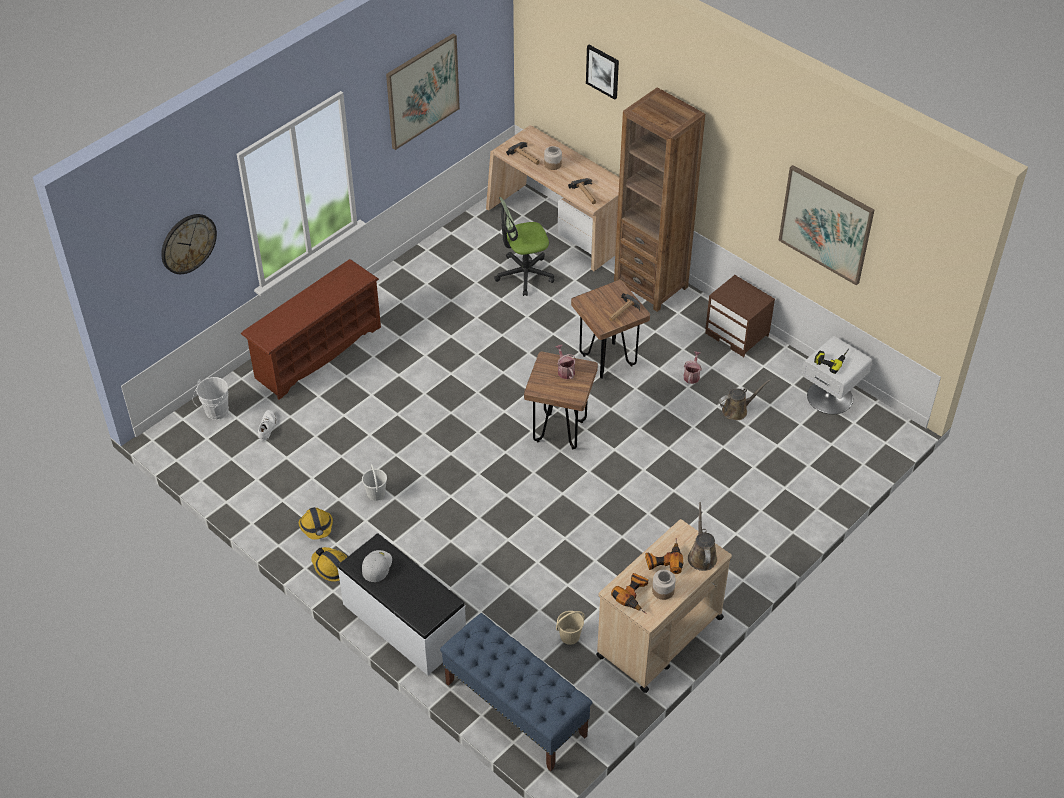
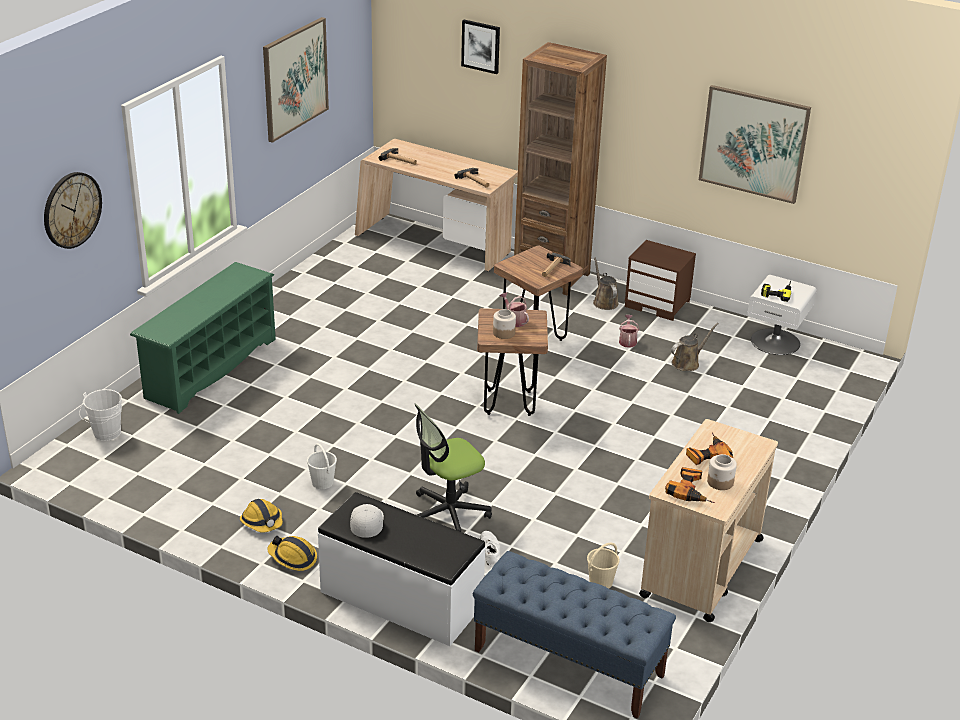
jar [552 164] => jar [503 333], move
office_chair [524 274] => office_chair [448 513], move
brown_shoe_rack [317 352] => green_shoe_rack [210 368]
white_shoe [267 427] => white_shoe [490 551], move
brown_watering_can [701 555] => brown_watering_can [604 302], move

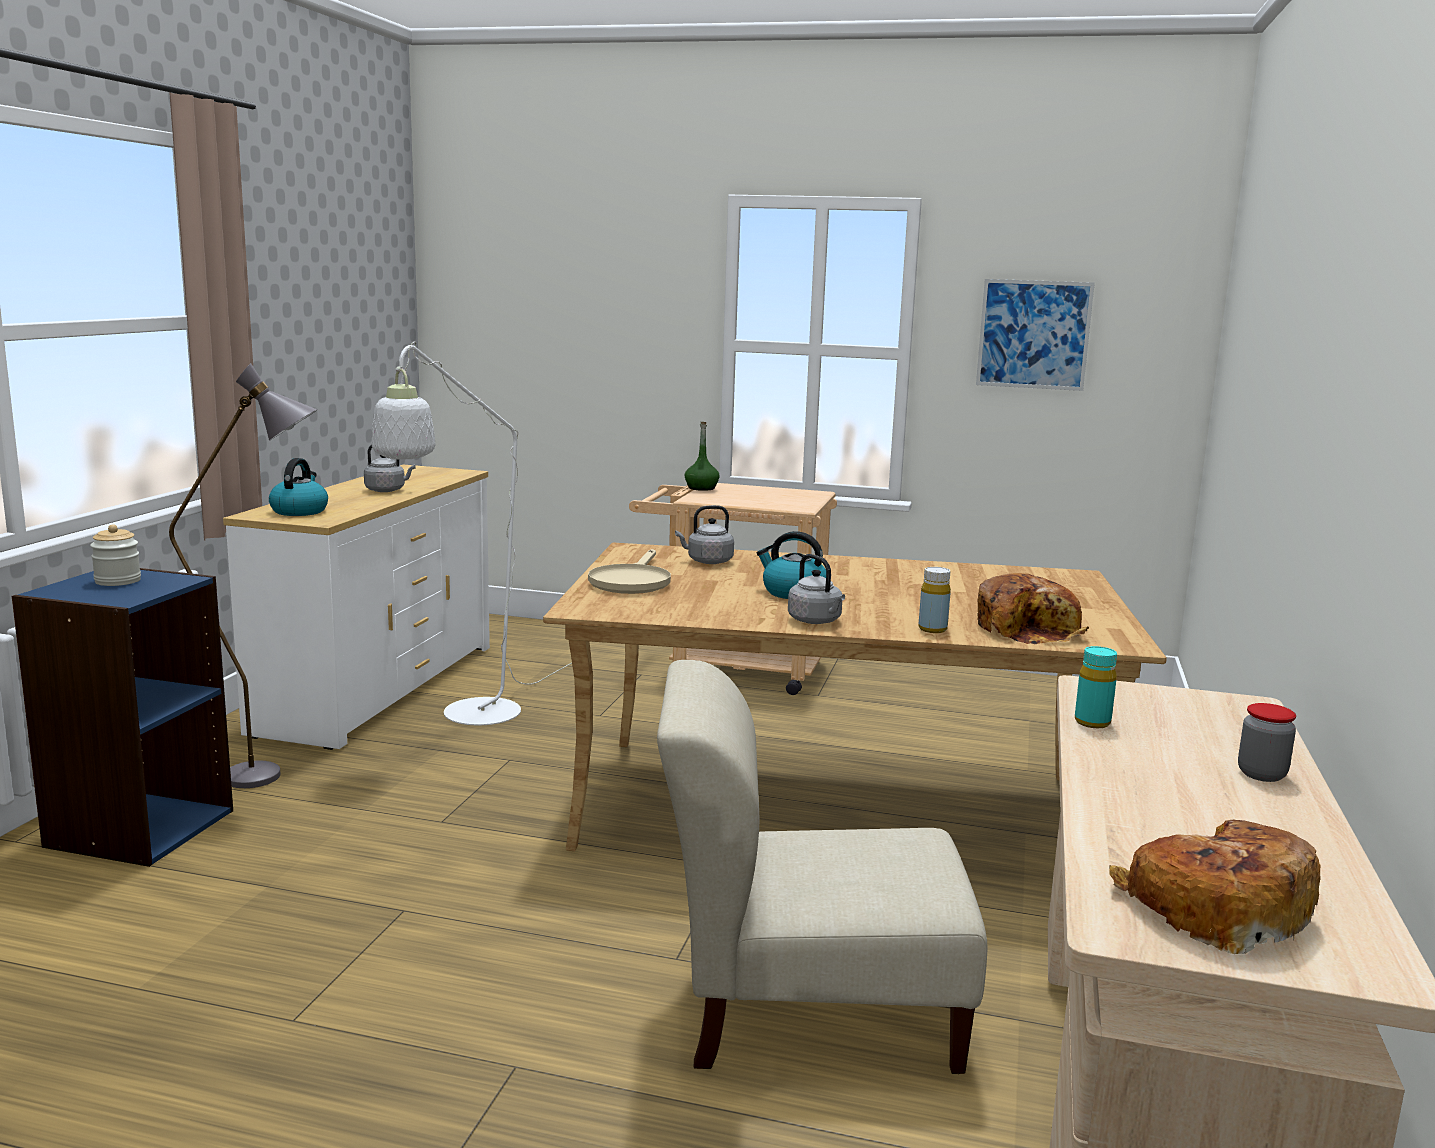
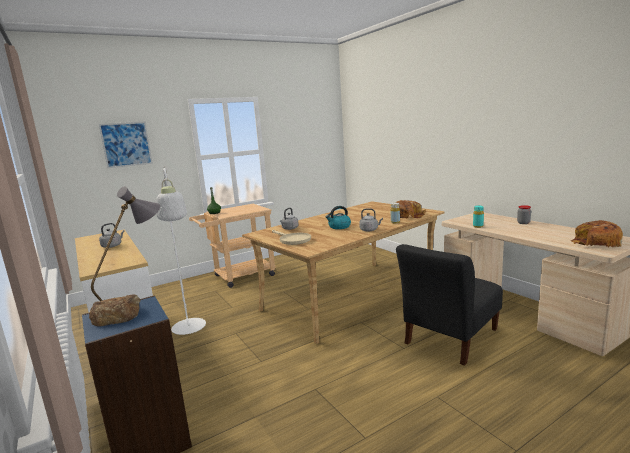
picture [1034 334] => picture [126 144], move
kettle [299 511] => nothing
jar [118 581] => bread [116 315]
beige_chair [806 1010] => black_chair [449 338]

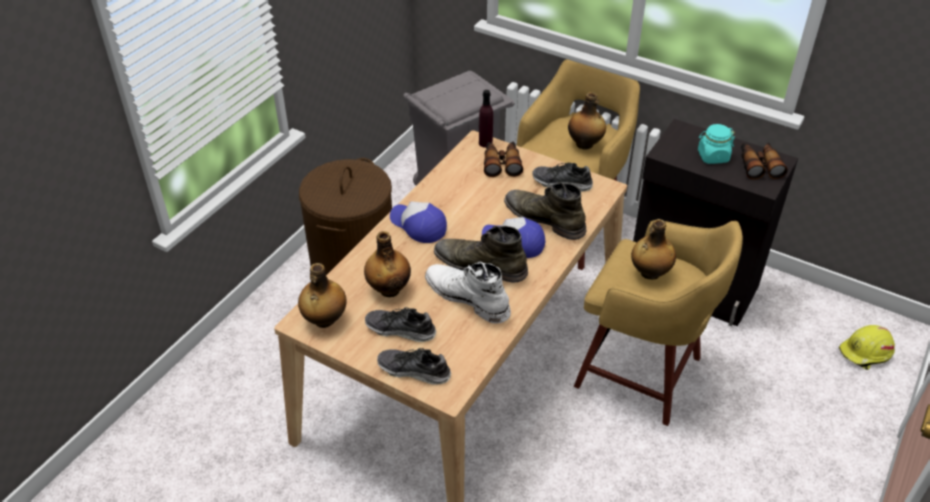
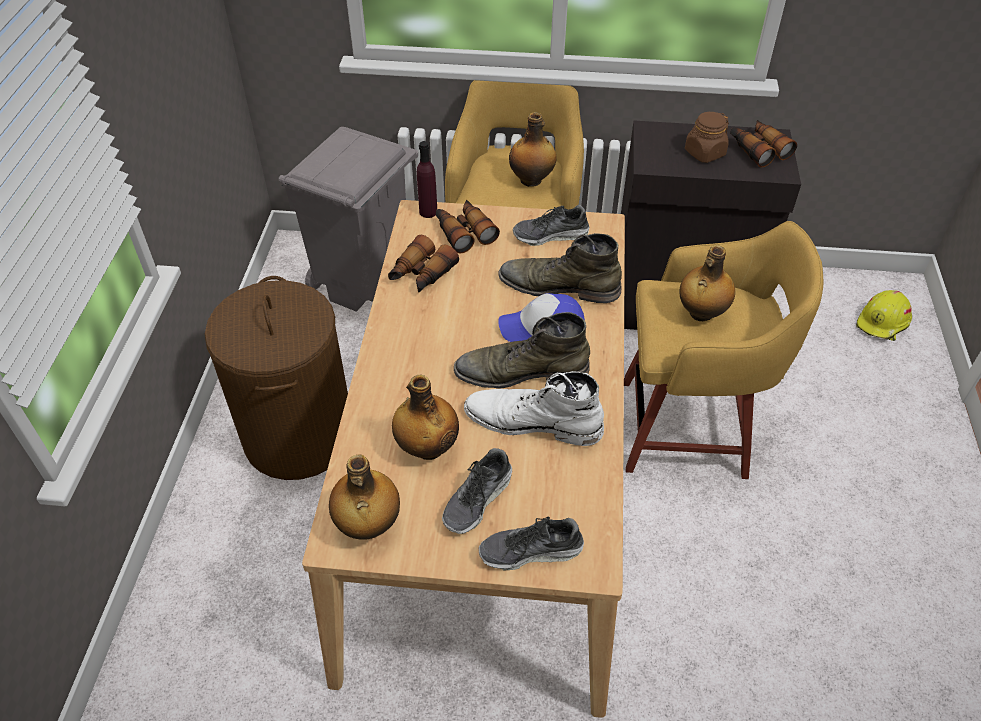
turquoise_jar [712 156] => brown_jar [704 153]
cap [418 225] => nothing
shoe [400 330] => shoe [478 500], 45 degrees counterclockwise
nothing => binoculars [421 274]

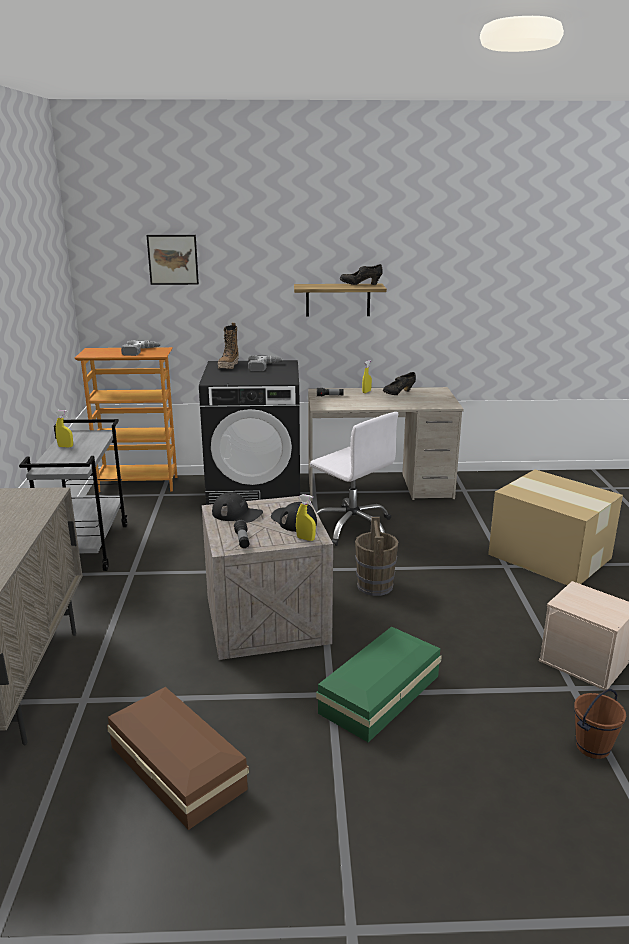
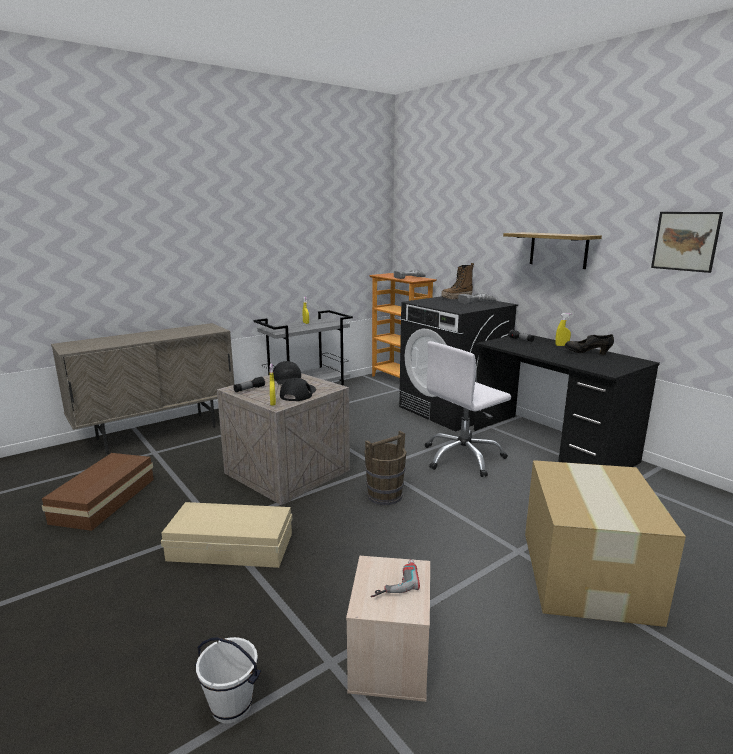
picture [173 259] => picture [685 241], move
black_shoe [360 285] => nothing
beige_desk [379 487] => black_desk [551 446]
white_office_chair [352 527] => white_office_chair [463 457], 45 degrees clockwise
green_storage_box [377 694] => beige_storage_box [229 546]
brown_bucket [592 747] => white_bucket [232 705]
nothing => power_drill [393 581]

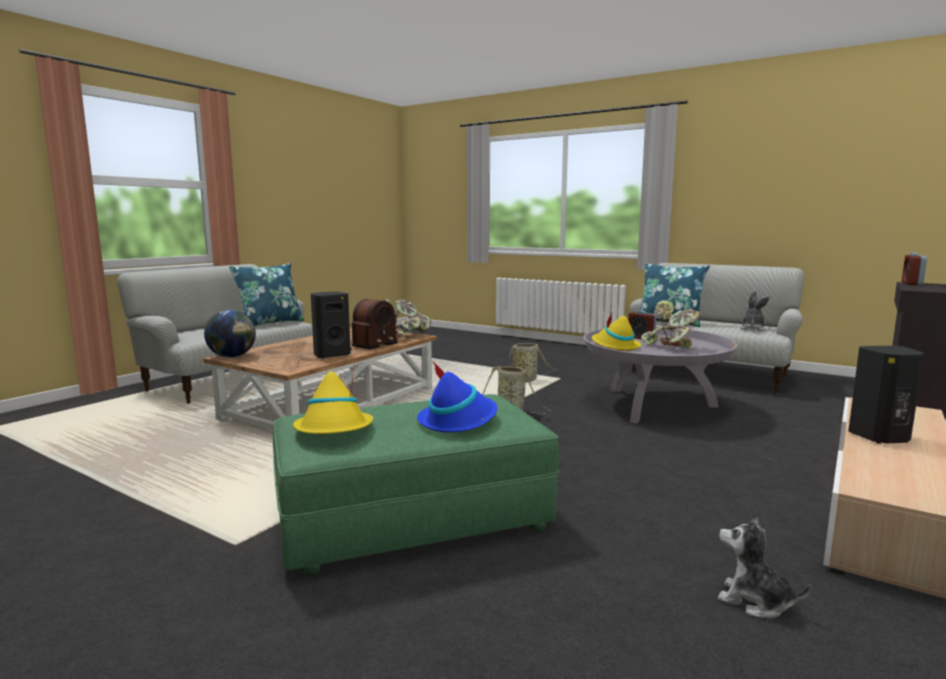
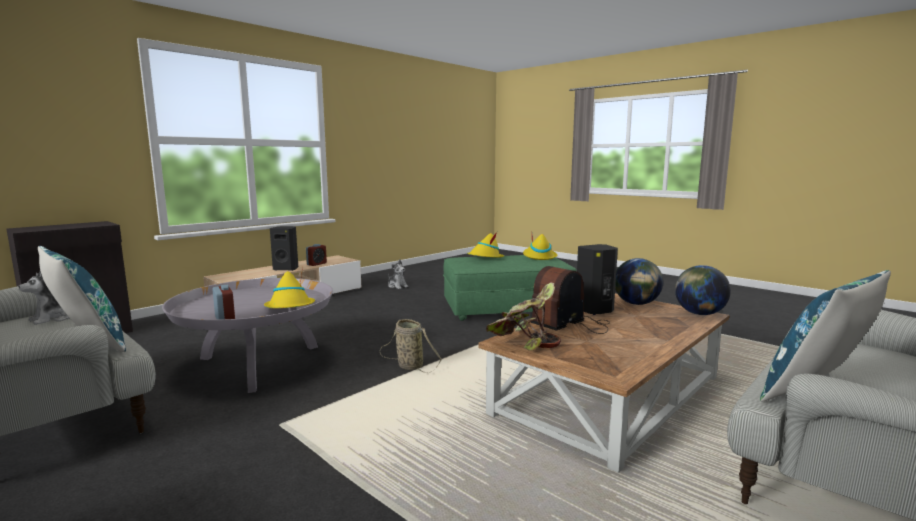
alarm_clock [912 283] => alarm_clock [316 264], move
potted_plant [670 346] => nothing
basket [526 380] => nothing
blue_hat [458 420] => yellow_hat [485 258]
nothing => globe [636 304]

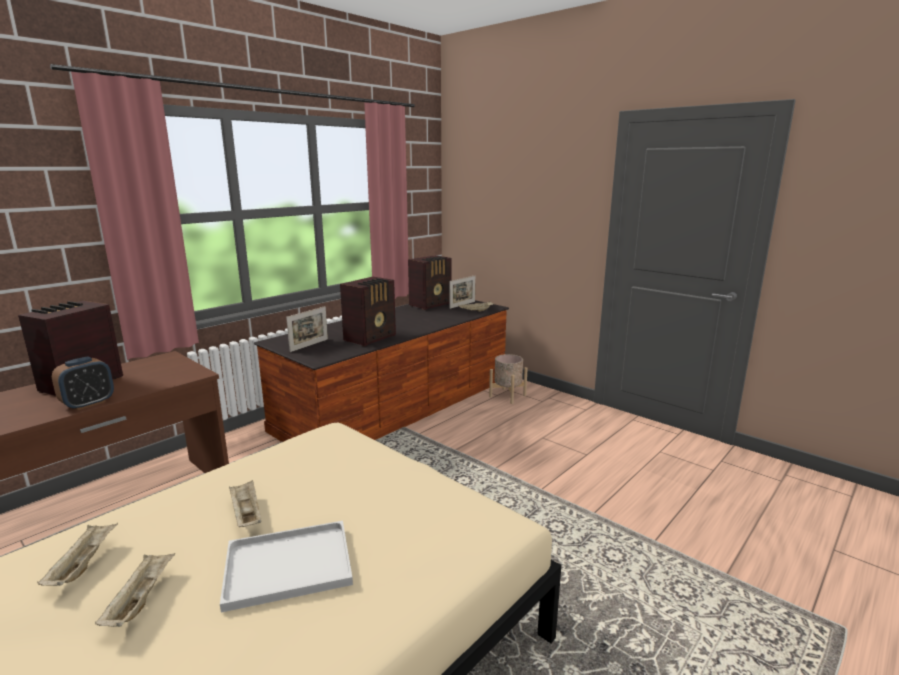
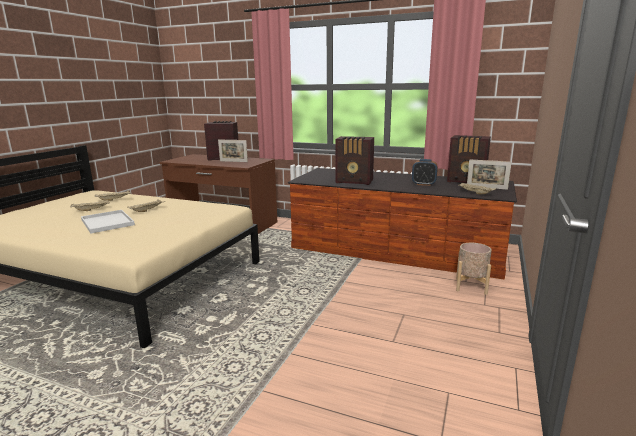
picture_frame [309 345] => picture_frame [233 161], move
alarm_clock [88 404] => alarm_clock [423 184], move

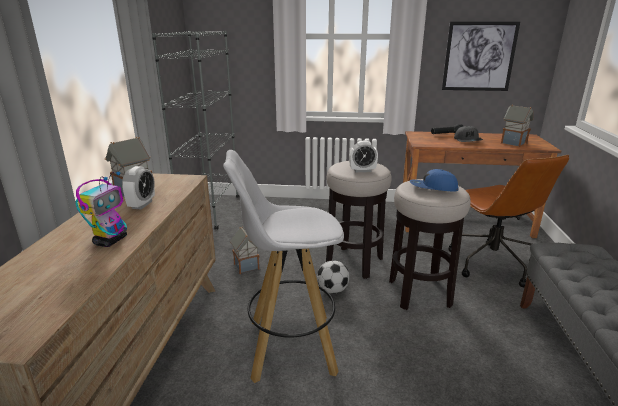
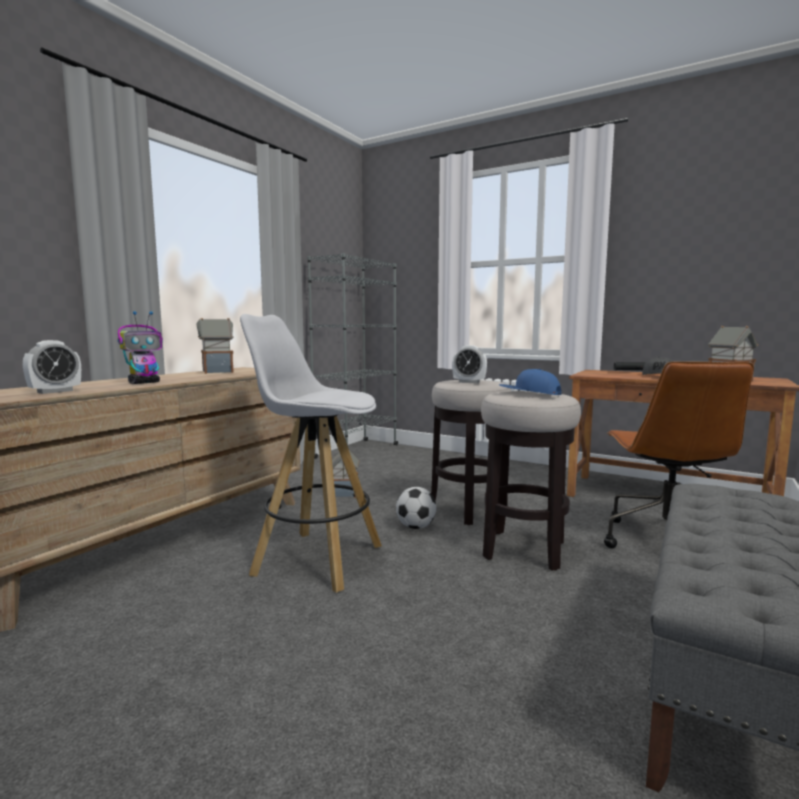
picture [479 56] => nothing
alarm_clock [142 205] => alarm_clock [55 391], move

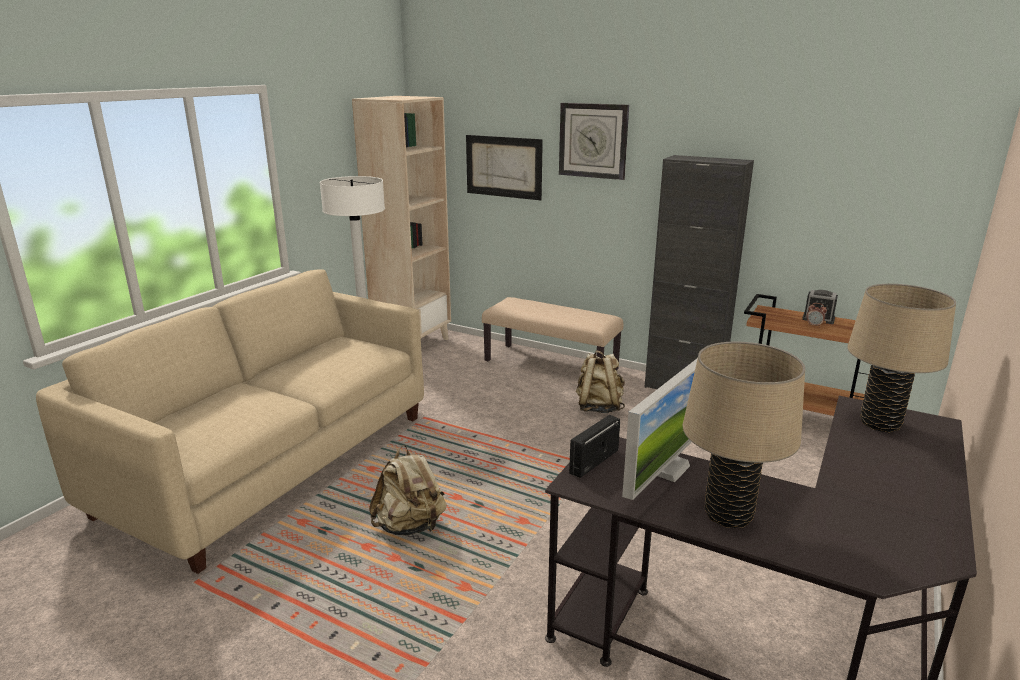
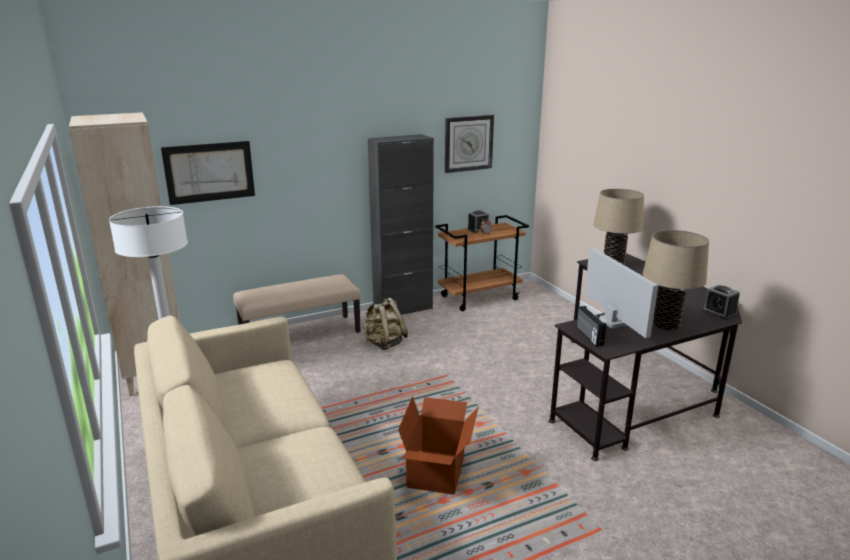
wall_clock [593 140] => wall_clock [468 143], move
beige_backpack [410 526] => cardboard_box [437 472]
nothing => alarm_clock [719 312]

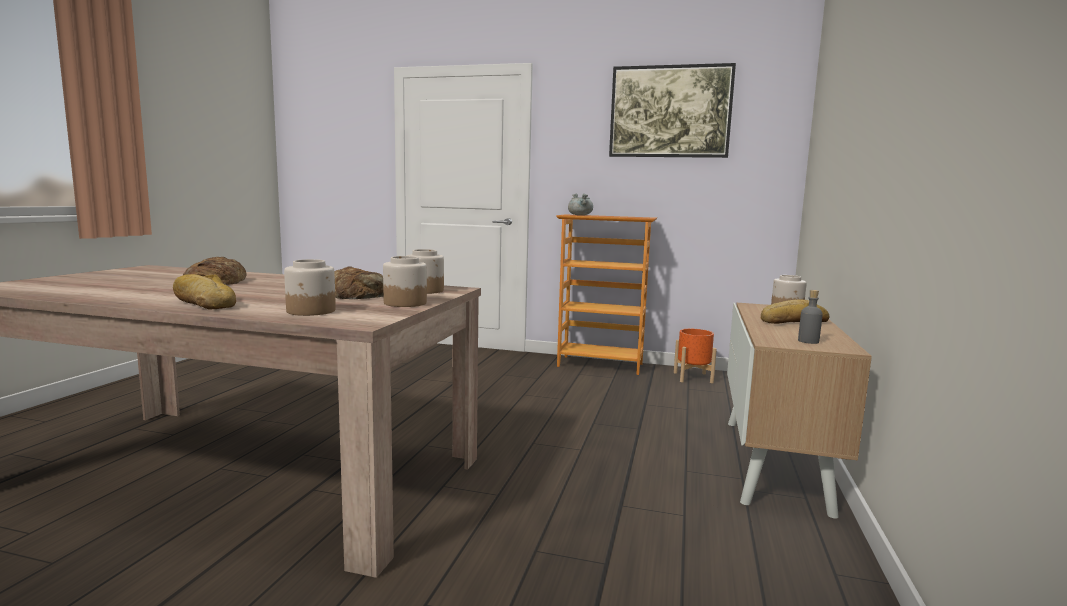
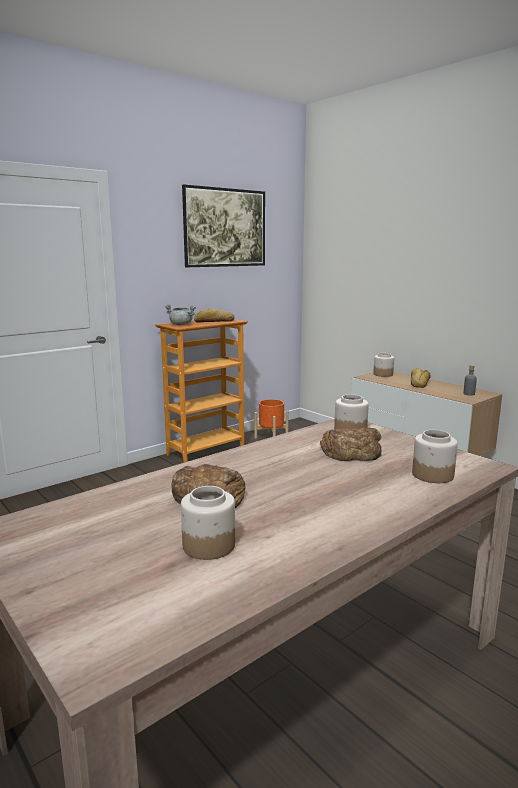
jar [405 303] => jar [208 545], move
bread [204 303] => bread [214 321], move

